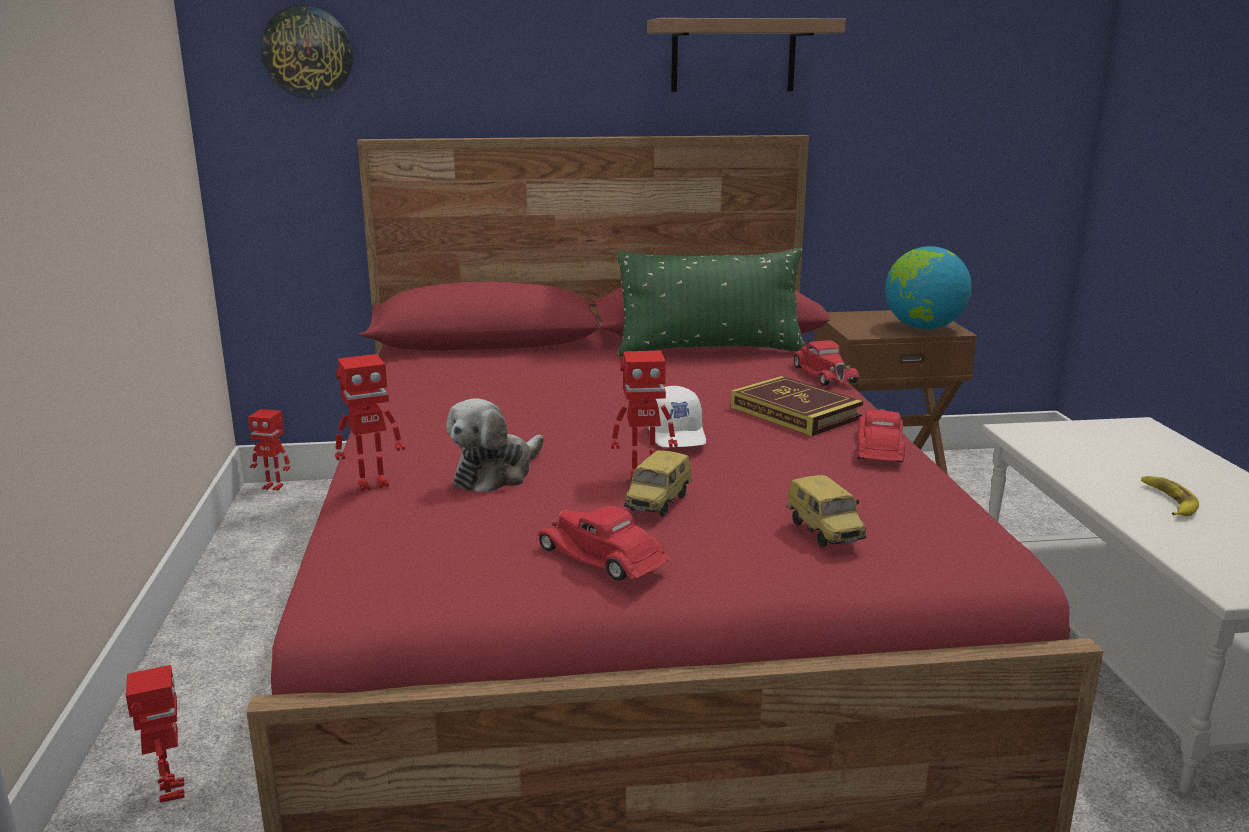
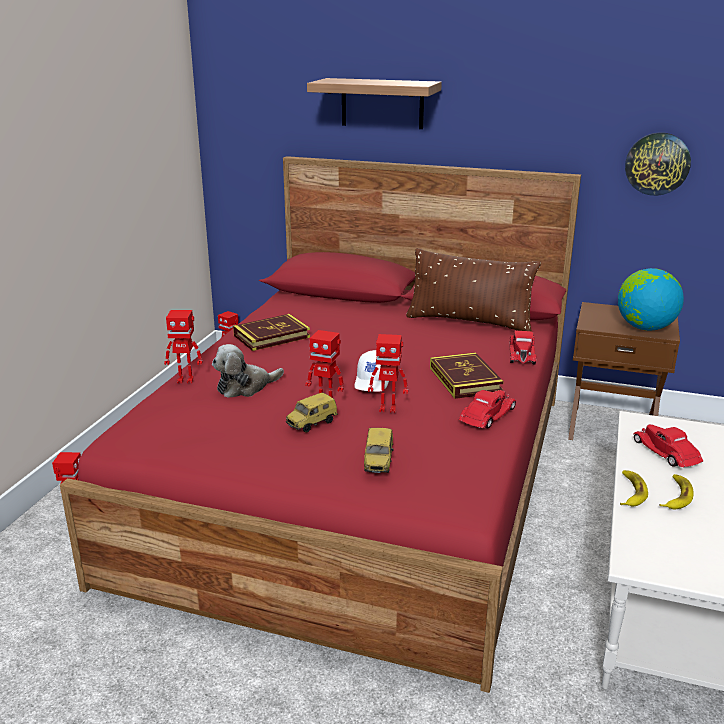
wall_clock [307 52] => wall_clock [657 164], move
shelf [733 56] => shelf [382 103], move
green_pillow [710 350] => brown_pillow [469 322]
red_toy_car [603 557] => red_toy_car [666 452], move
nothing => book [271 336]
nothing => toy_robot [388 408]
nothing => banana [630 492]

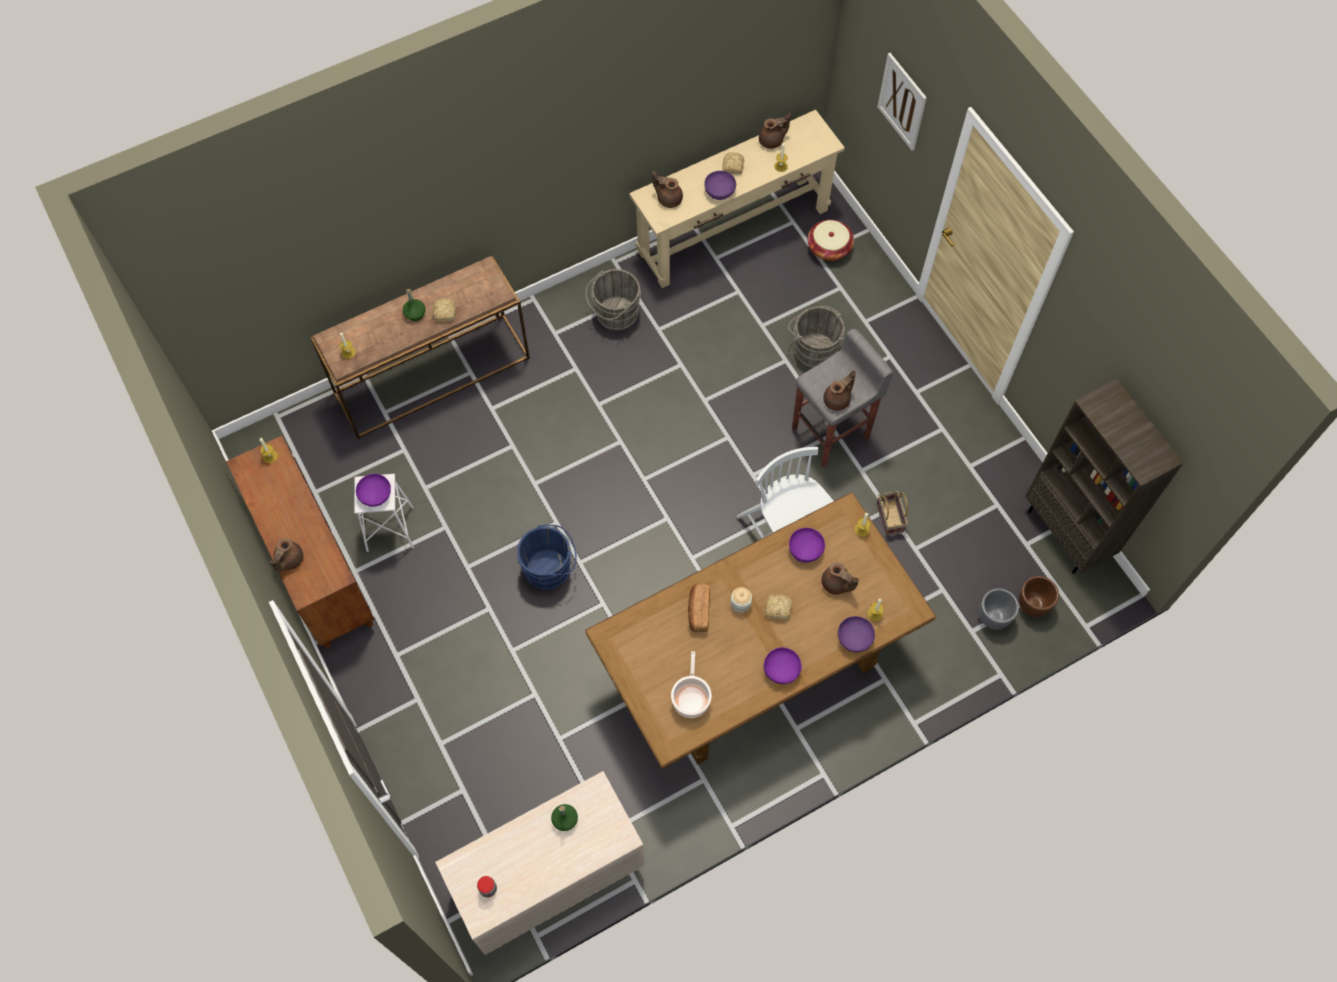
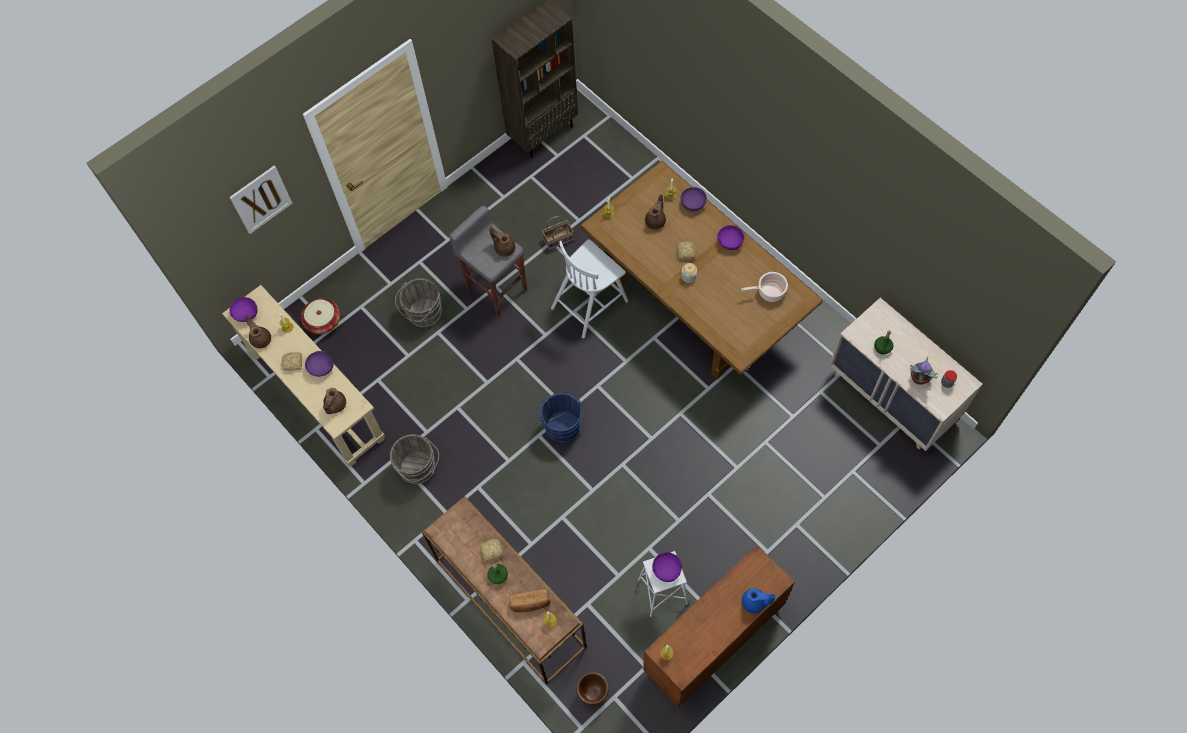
blue_bucket [550 569] => blue_bucket [562 424], move
purple_bowl [805 549] => purple_bowl [245 314], move
brown_teapot [289 560] => blue_teapot [755 603]
brown_planter [1032 604] => brown_planter [593 693], move
bread [698 611] => bread [530 603], move
grey_planter [993 617] => nothing
nothing => potted_plant [919 379]

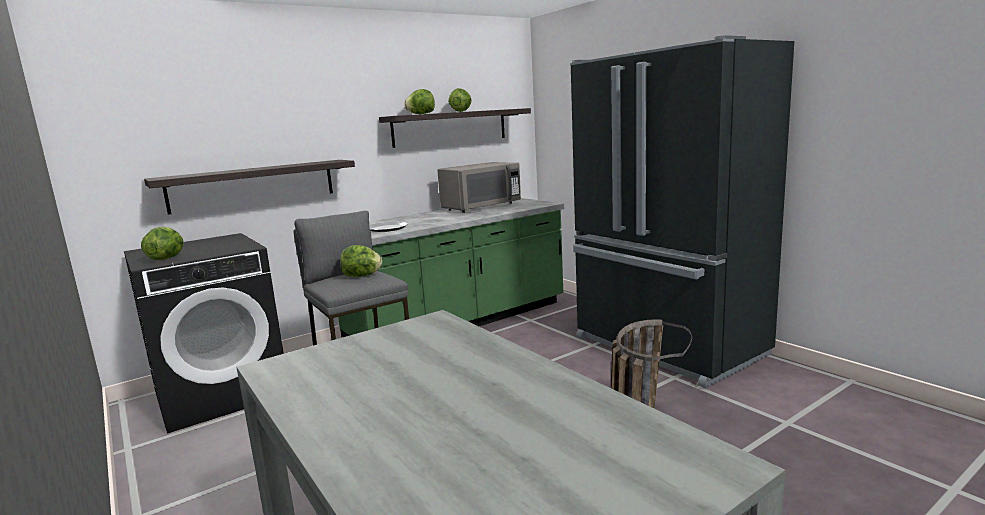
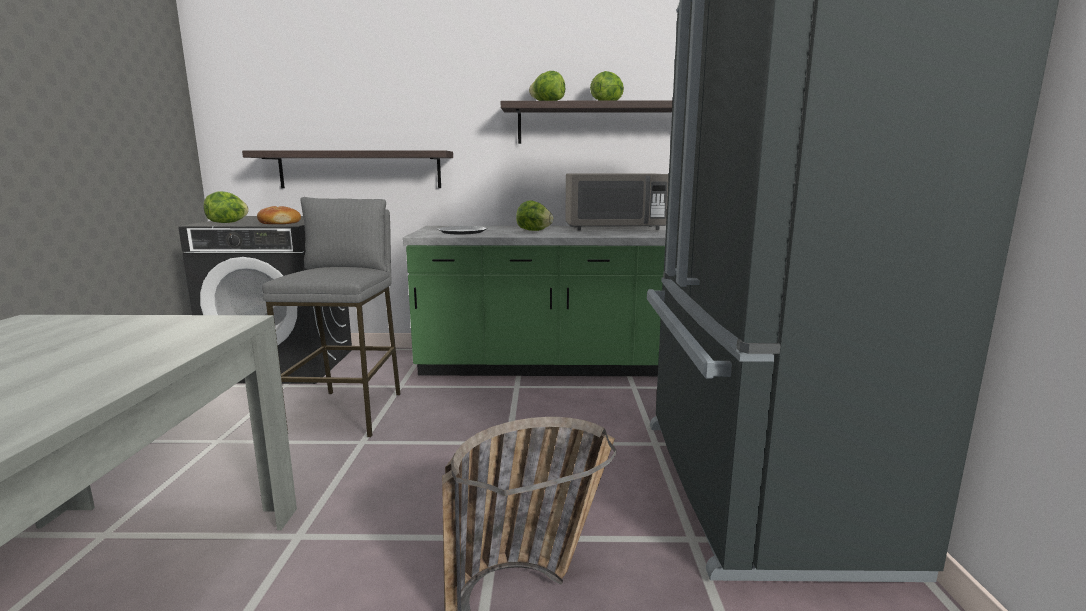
lettuce [362 276] => lettuce [533 230], move
nothing => bread [279 223]

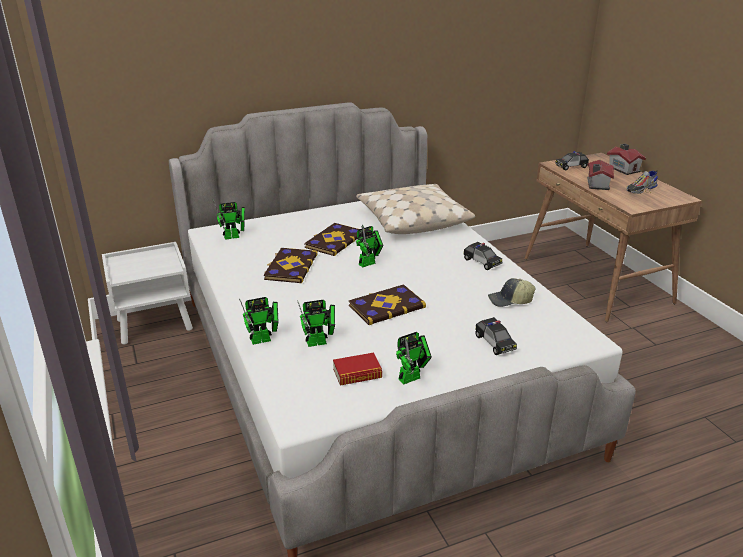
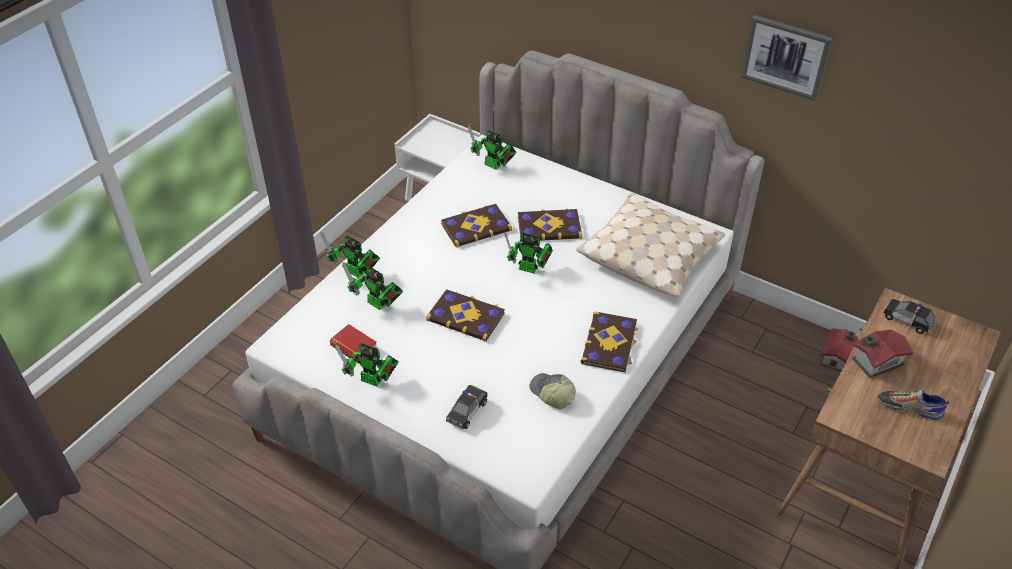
toy_house [623 168] => toy_house [837 357], move
toy_car [481 262] => book [610 343]
nothing => picture [786 56]

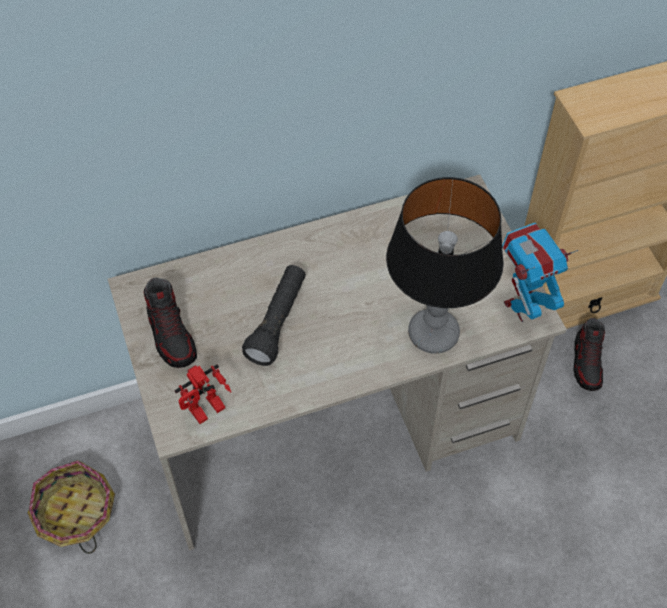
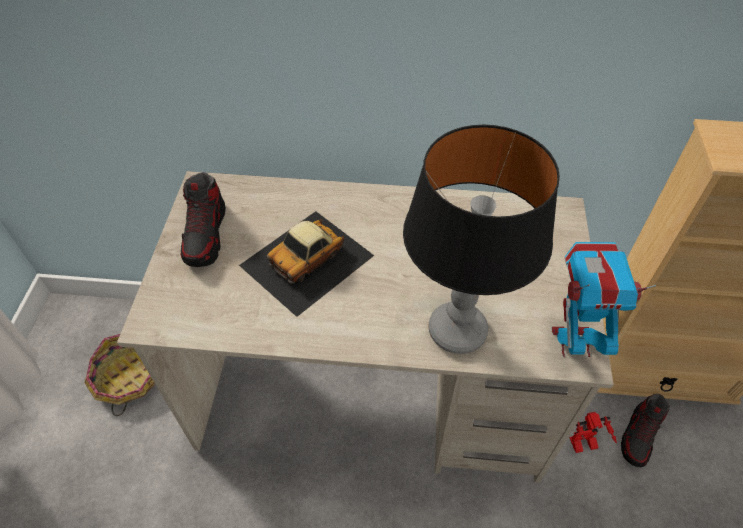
black_flashlight [277 322] => toy_car [308 260]
toy_robot [207 413] => toy_robot [583 446], move

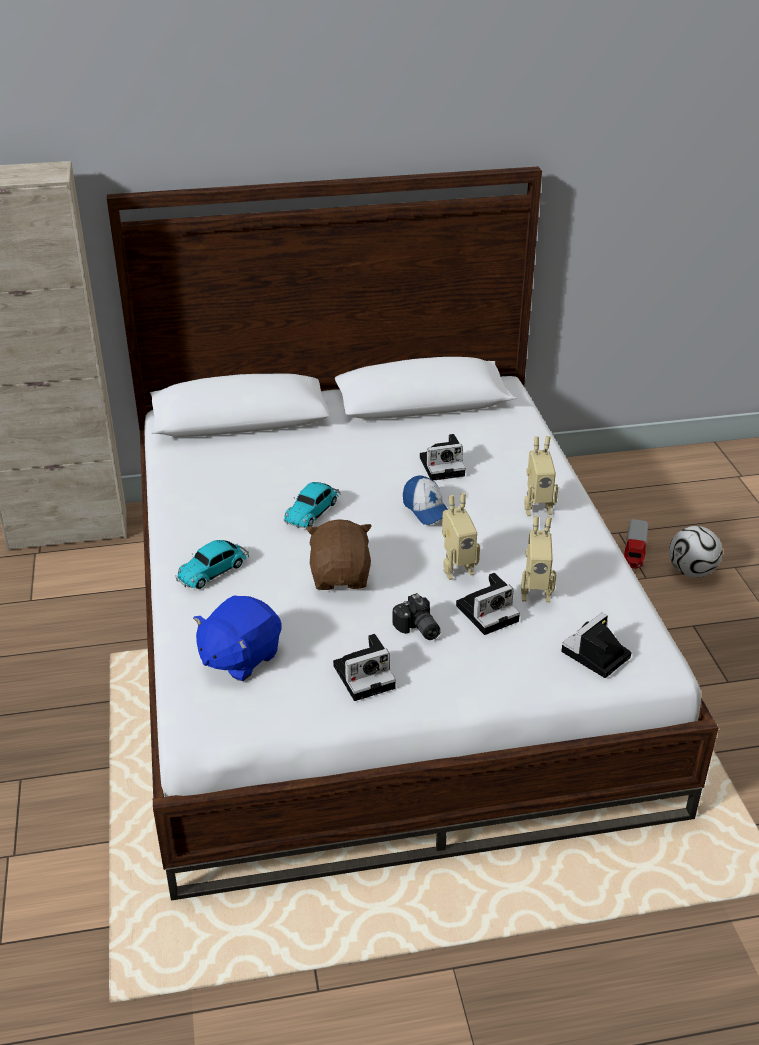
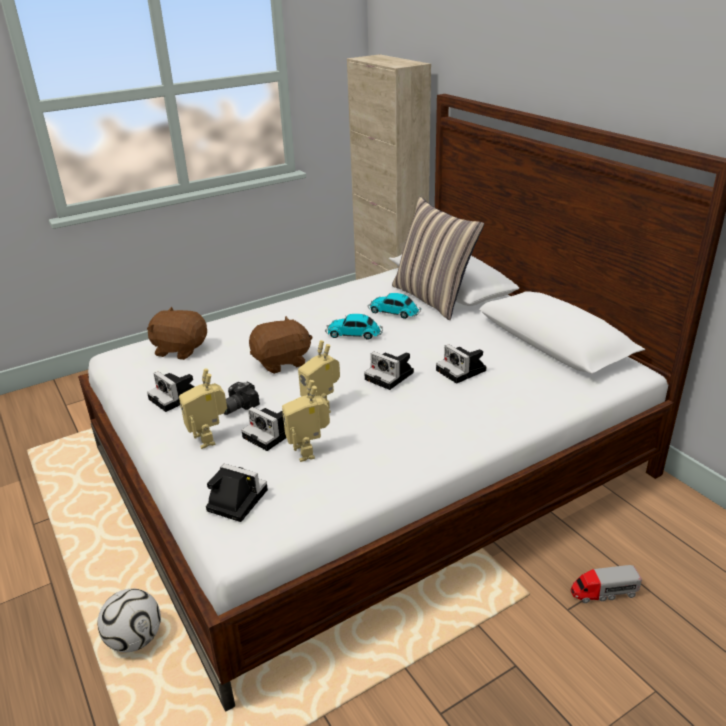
toy_robot [537 508] => toy_robot [209 438], move
cap [427 509] => photo_camera [391 376]
football [691 572] => football [135 639], move
toy_car [214 570] => toy_car [395 312], move
blue_plush_toy [239 657] => brown_plush_toy [180 349]
nothing => pillow [433 298]

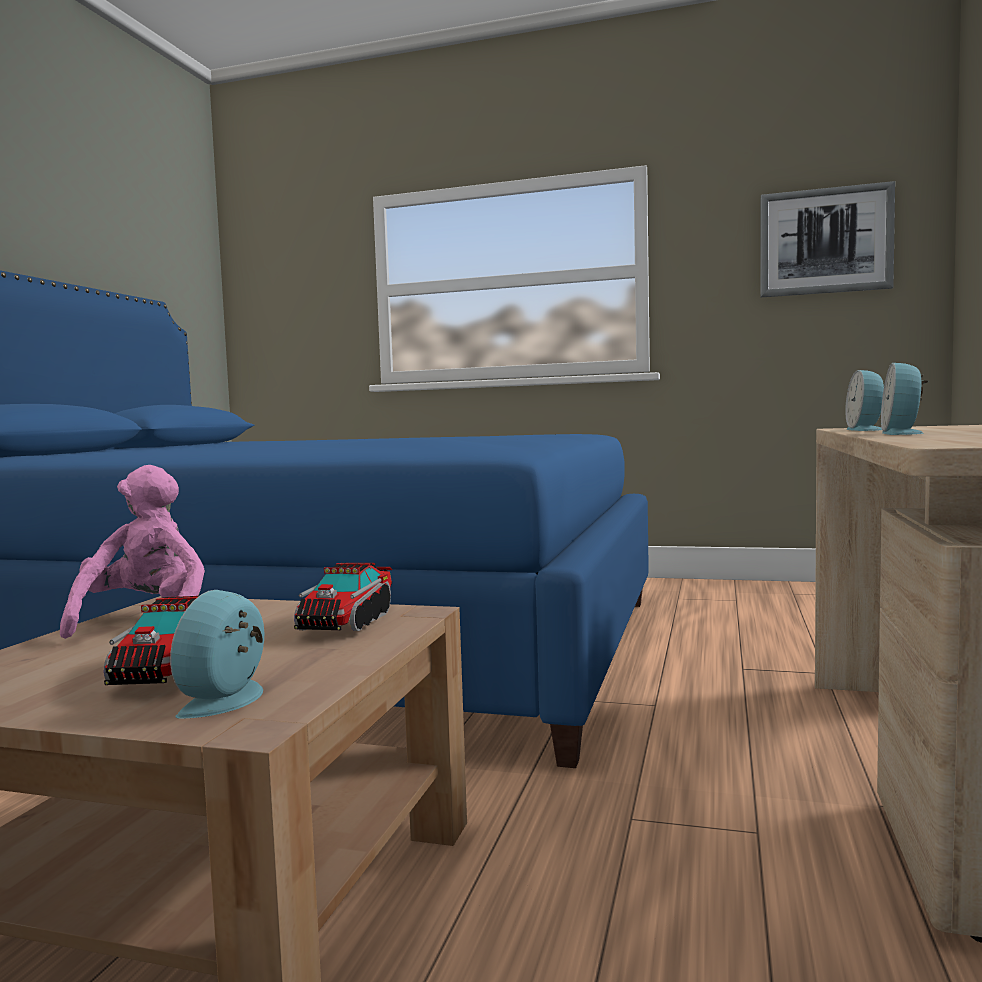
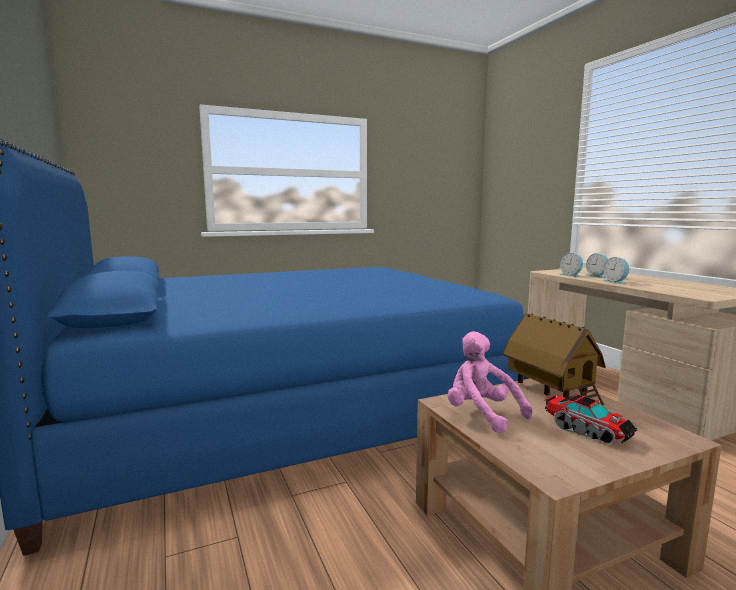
picture [825 241] => nothing
toy_truck [347 622] => toy_house [550 391]
alarm_clock [229 699] => alarm_clock [597 276], move

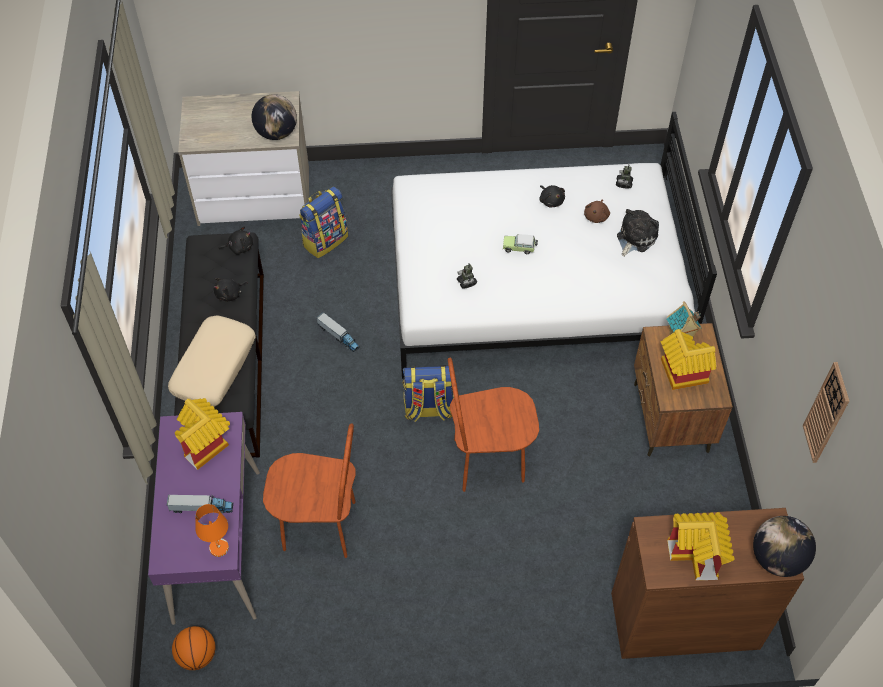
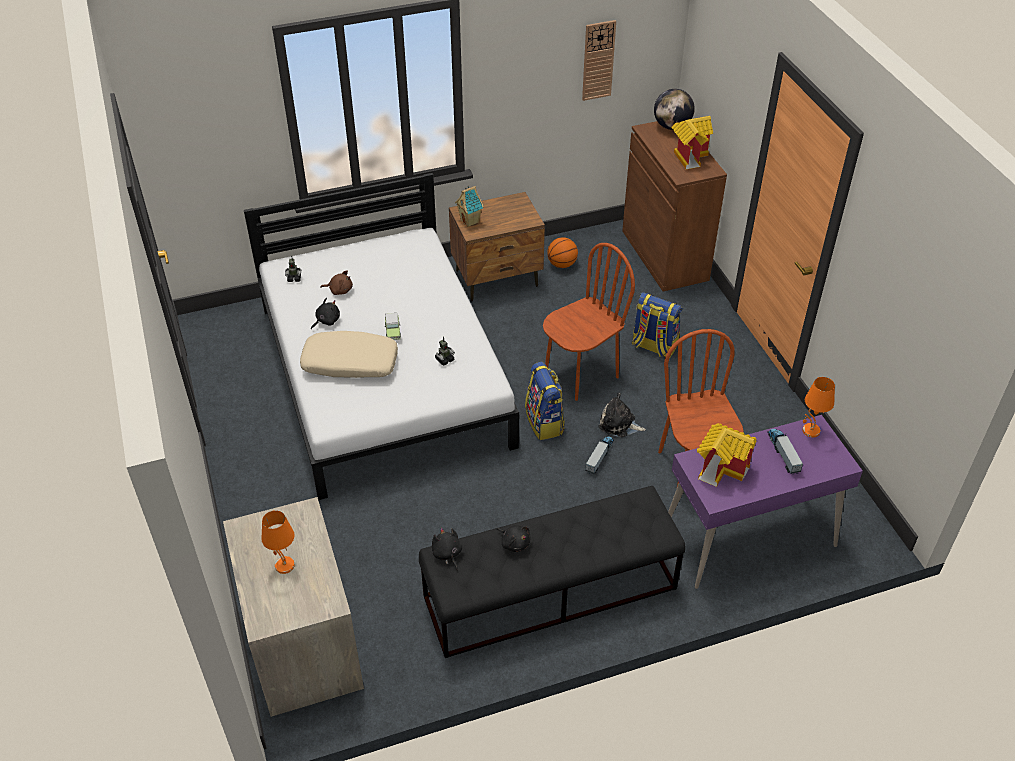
globe [276 133] => nothing
backpack [325 240] => backpack [653 346], move
plush_toy [635 238] => plush_toy [619 424], move
toy_truck [338 336] => toy_truck [599 457], move
beige_pillow [214 367] => beige_pillow [350 364], move
toy_house [680 375] => nothing
brown_chair [489 461] => brown_chair [581 374], 105 degrees counterclockwise
basketball [197 655] => basketball [562 264], move
nothing => orange_table_lamp [284 565]

